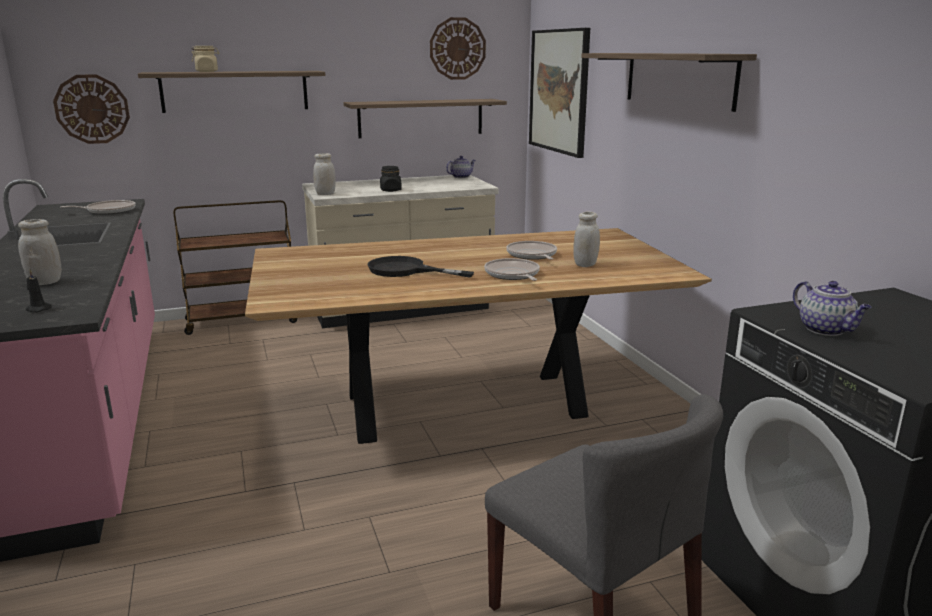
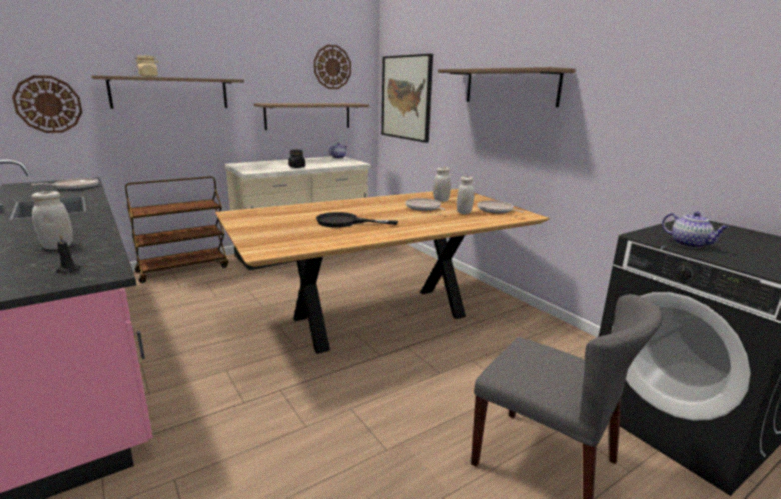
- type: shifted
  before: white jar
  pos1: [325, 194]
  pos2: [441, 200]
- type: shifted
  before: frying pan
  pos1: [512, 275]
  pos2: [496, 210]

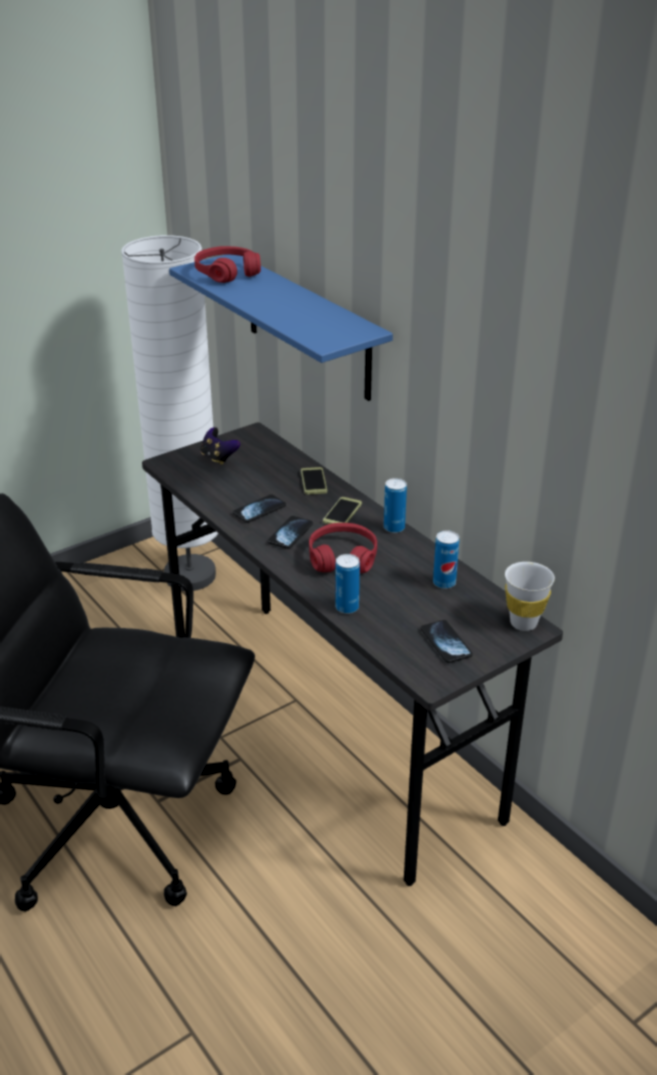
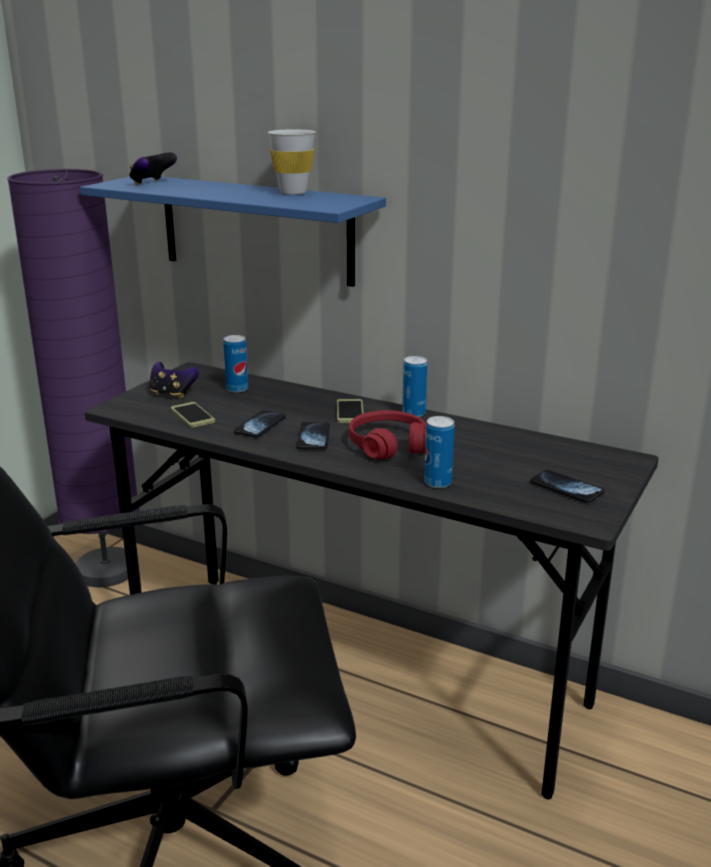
- type: repainted
  before: white floor lamp
  after: purple floor lamp
  pos1: [190, 576]
  pos2: [106, 571]
- type: swapped
  before: red headphones
  after: game controller
  pos1: [227, 273]
  pos2: [152, 183]
- type: shifted
  before: phone
  pos1: [313, 481]
  pos2: [192, 416]
- type: shifted
  before: can
  pos1: [444, 583]
  pos2: [237, 389]
- type: shifted
  before: white cup
  pos1: [523, 623]
  pos2: [293, 193]

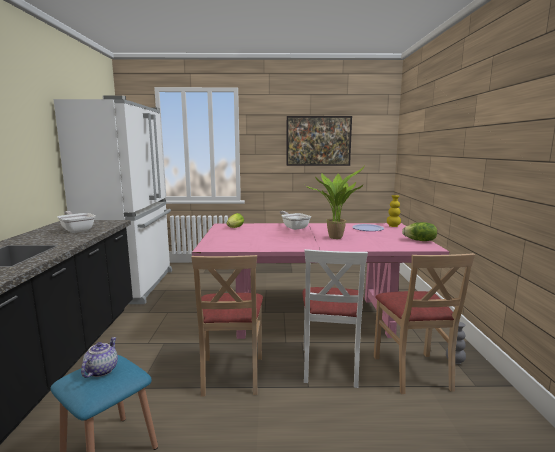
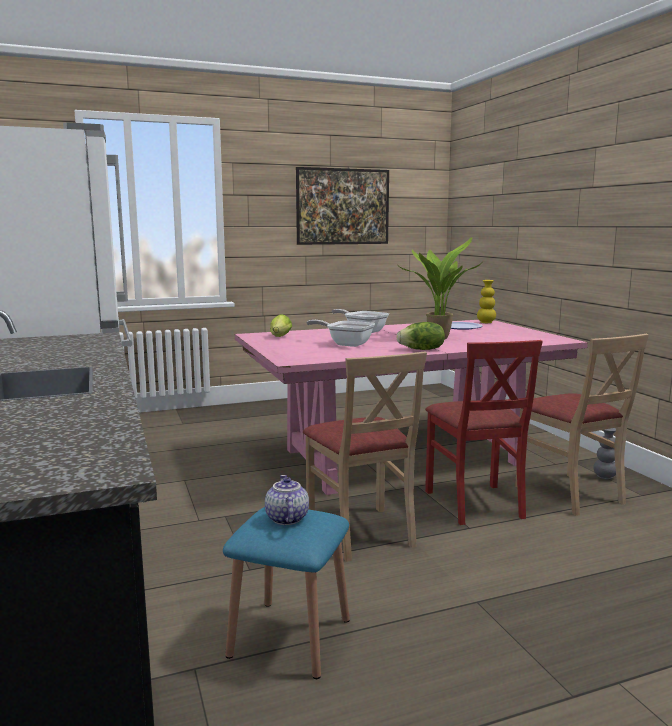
- type: shifted
  before: frying pan
  pos1: [77, 230]
  pos2: [346, 344]
- type: shifted
  before: lettuce
  pos1: [420, 241]
  pos2: [422, 350]
- type: repainted
  before: white chair
  after: red chair
  pos1: [330, 366]
  pos2: [475, 503]

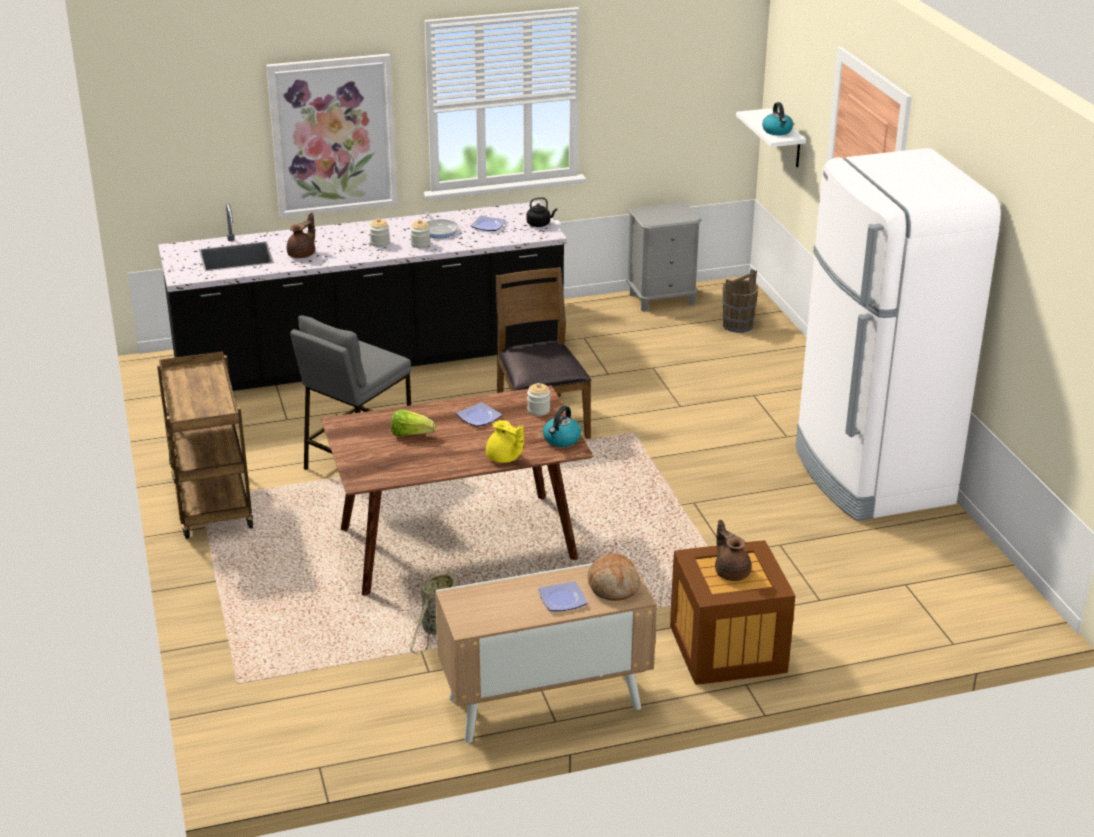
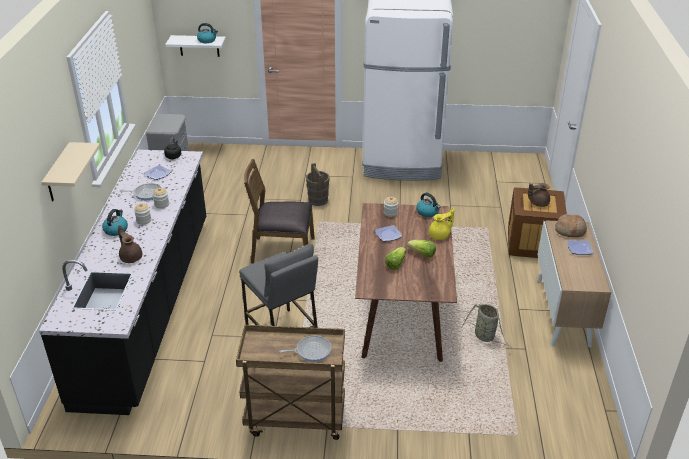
- type: swapped
  before: picture
  after: beige shelf
  pos1: [333, 135]
  pos2: [58, 174]
- type: shifted
  before: brown bucket
  pos1: [738, 325]
  pos2: [318, 200]
- type: new
  after: kettle
  pos2: [116, 230]
- type: new
  after: lettuce
  pos2: [422, 254]
- type: new
  after: frying pan
  pos2: [311, 351]

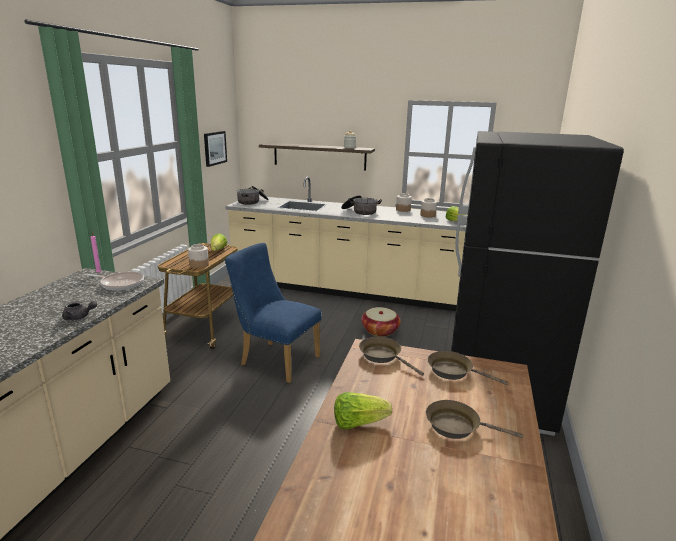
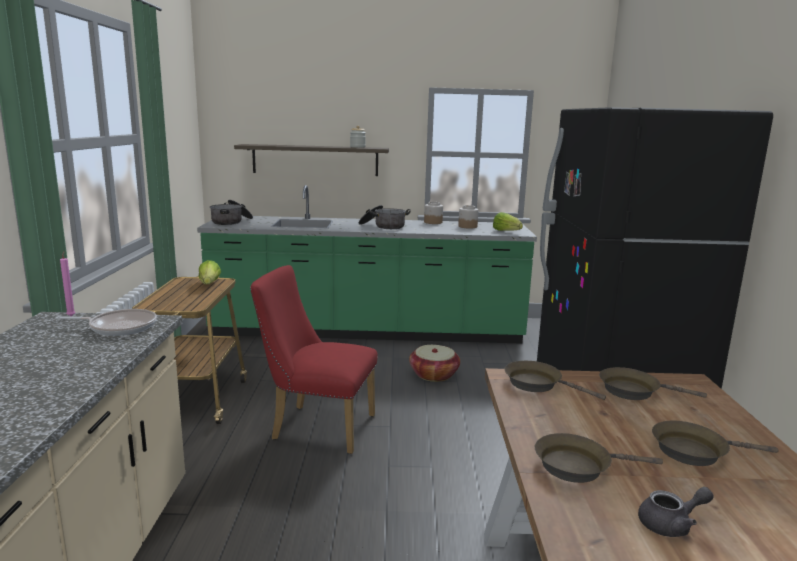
- type: gone
  before: picture
  pos1: [214, 148]
- type: repainted
  before: beige counter
  after: green counter
  pos1: [348, 290]
  pos2: [367, 332]
- type: repainted
  before: blue chair
  after: red chair
  pos1: [275, 359]
  pos2: [316, 426]
- type: gone
  before: jar
  pos1: [199, 265]
- type: shifted
  before: grey teapot
  pos1: [79, 317]
  pos2: [671, 525]
- type: swapped
  before: lettuce
  after: brown frying pan
  pos1: [358, 423]
  pos2: [578, 466]

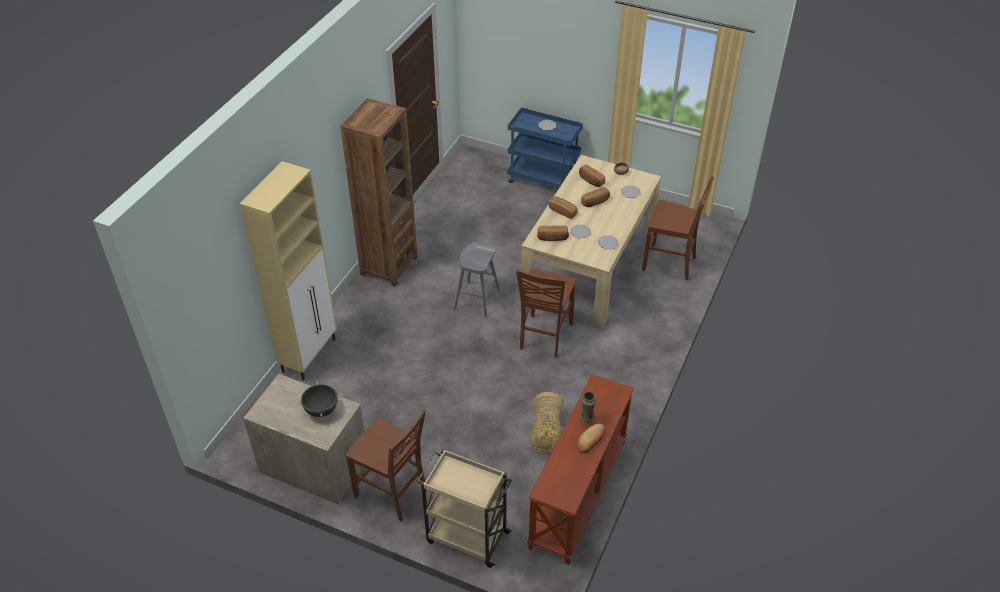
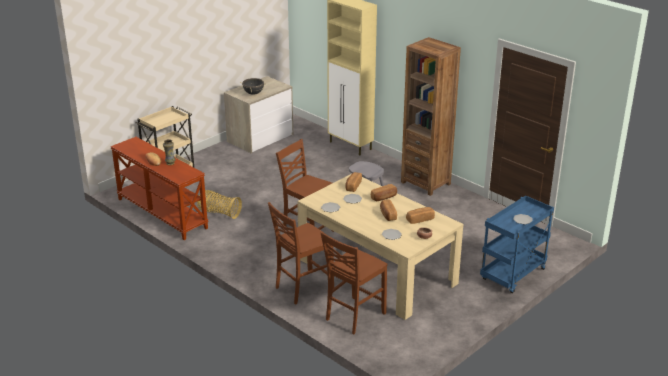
- type: shifted
  before: brown chair
  pos1: [392, 493]
  pos2: [302, 288]

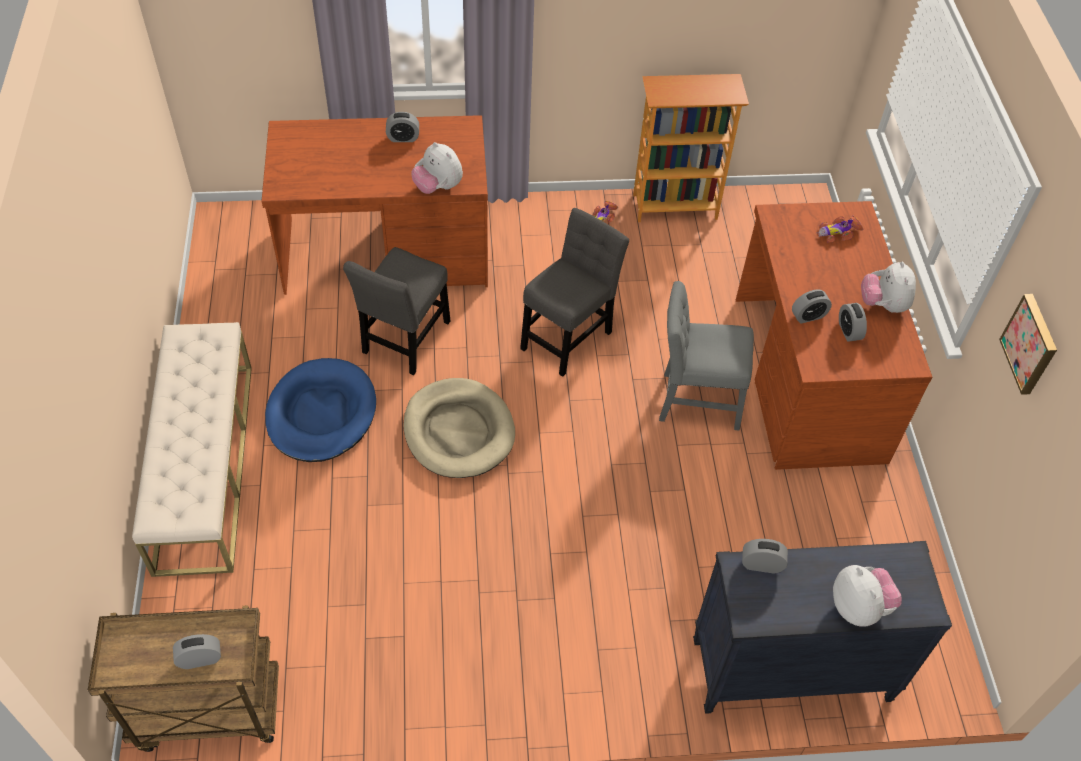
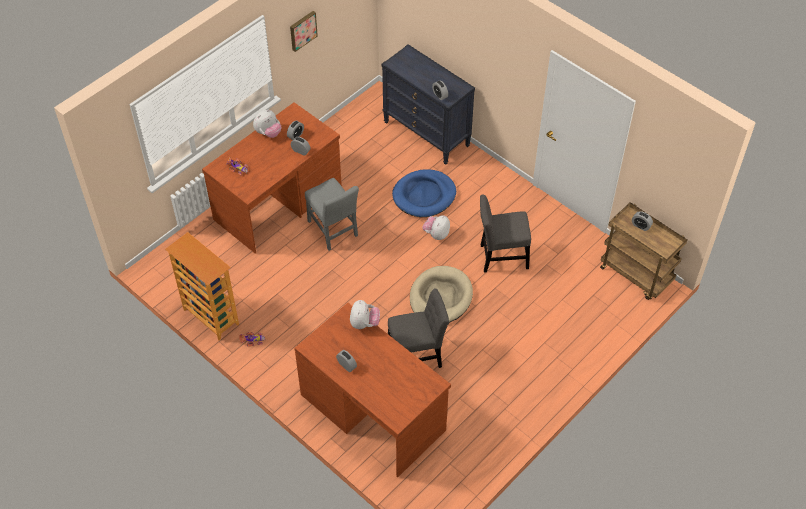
- type: shifted
  before: grey chair
  pos1: [569, 336]
  pos2: [501, 257]
- type: gone
  before: beige bench
  pos1: [204, 465]
- type: shifted
  before: blue dog bed
  pos1: [321, 413]
  pos2: [424, 195]
- type: shifted
  before: plush toy
  pos1: [859, 607]
  pos2: [436, 234]

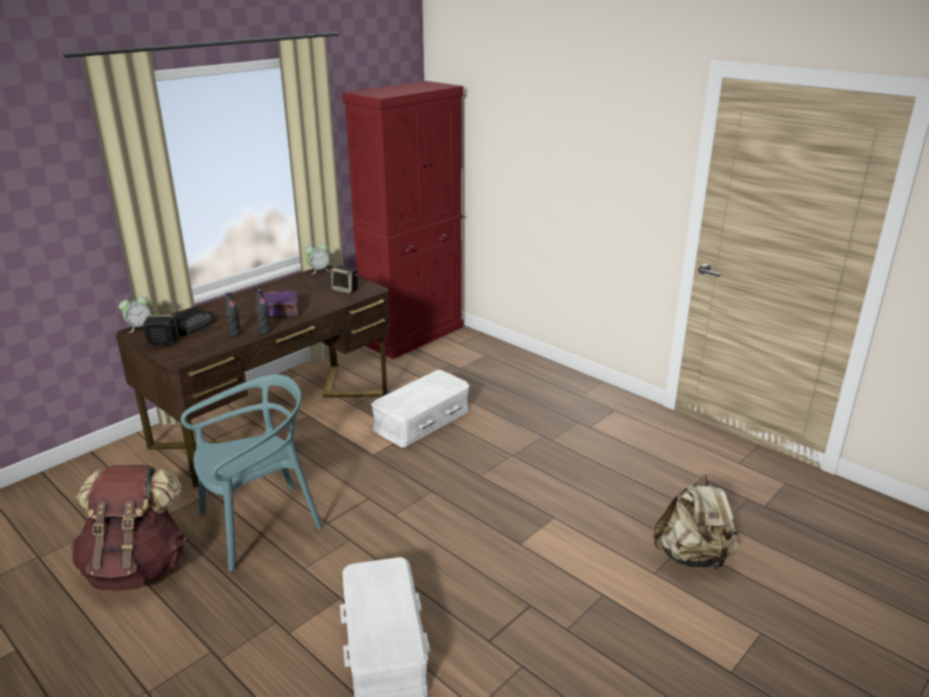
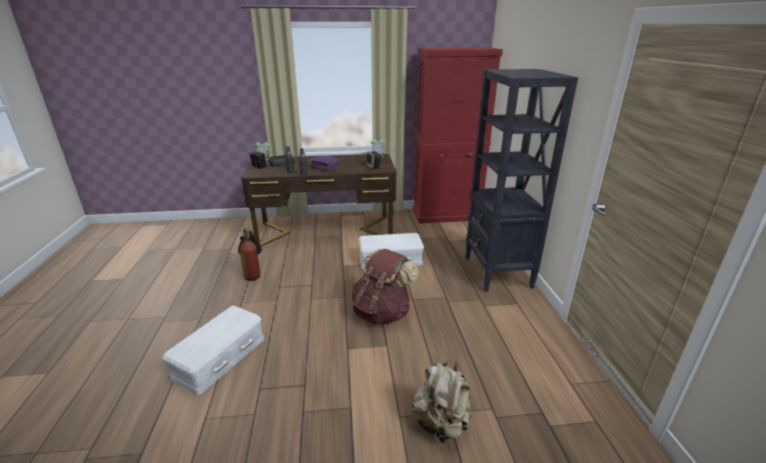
- type: swapped
  before: turquoise chair
  after: fire extinguisher
  pos1: [260, 524]
  pos2: [254, 274]
- type: shifted
  before: brown backpack
  pos1: [137, 567]
  pos2: [382, 312]
- type: new
  after: black bookcase
  pos2: [497, 272]

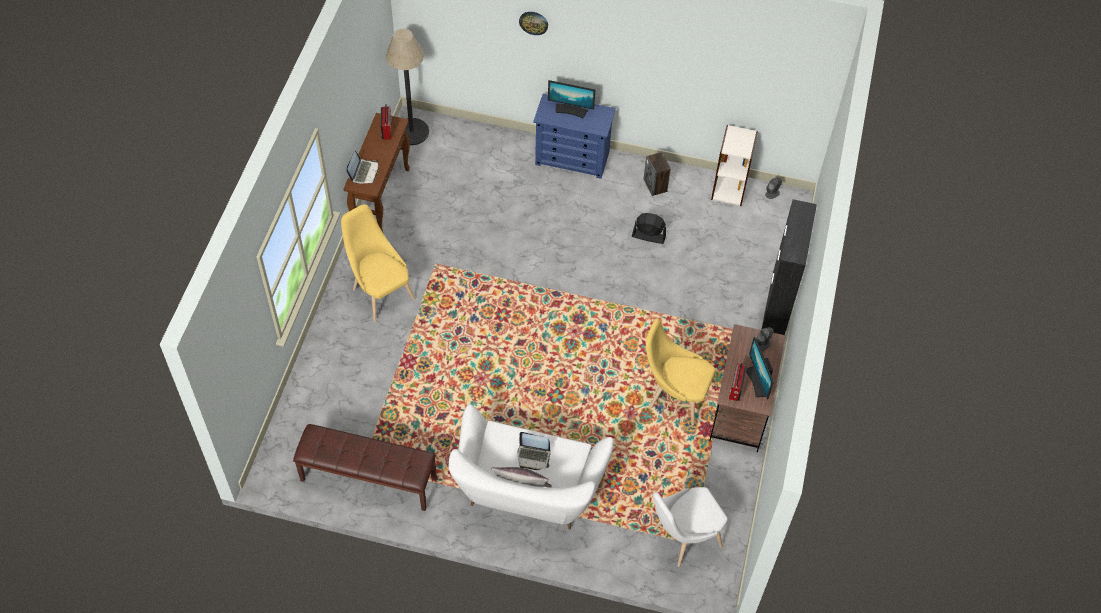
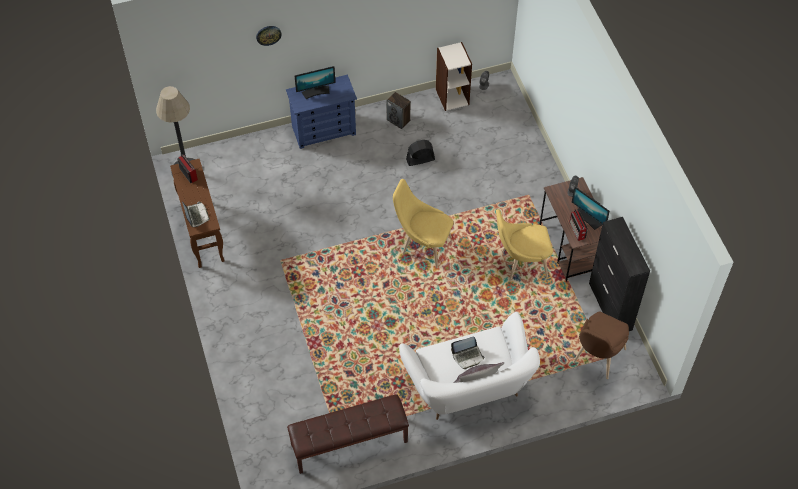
- type: shifted
  before: black cabinet
  pos1: [777, 306]
  pos2: [610, 307]
- type: shifted
  before: yellow chair
  pos1: [380, 292]
  pos2: [423, 245]
- type: repainted
  before: white chair
  after: brown chair
  pos1: [682, 538]
  pos2: [596, 358]

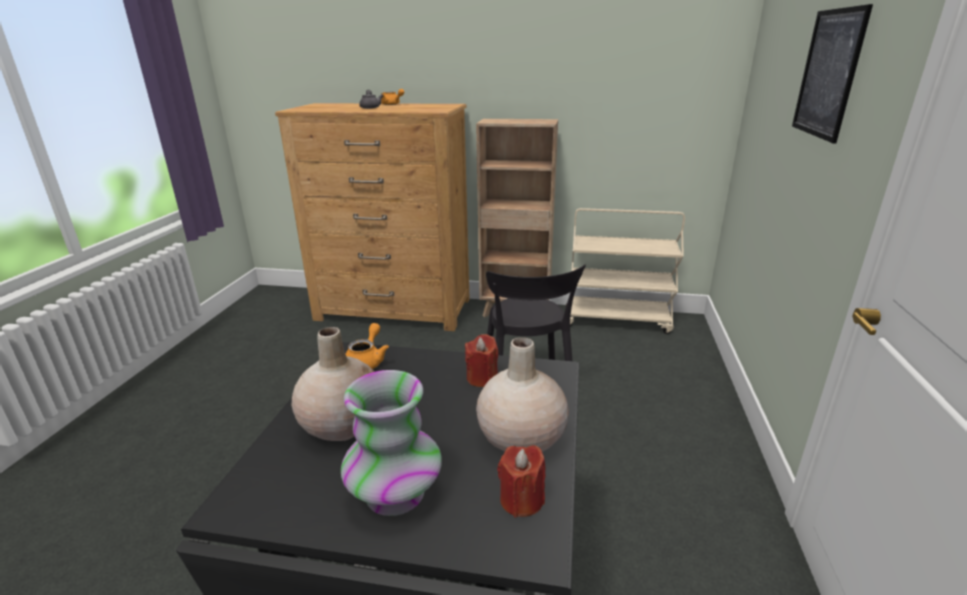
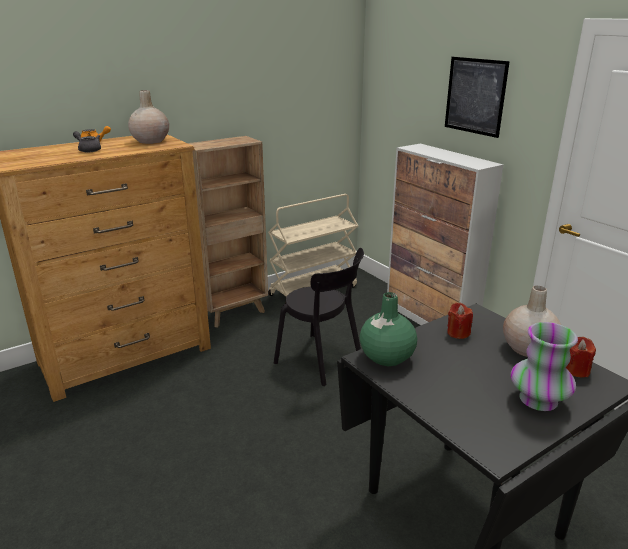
- type: swapped
  before: orange teapot
  after: green vase
  pos1: [367, 361]
  pos2: [386, 357]
- type: shifted
  before: beige vase
  pos1: [342, 424]
  pos2: [150, 141]
- type: new
  after: cabinet
  pos2: [430, 320]

